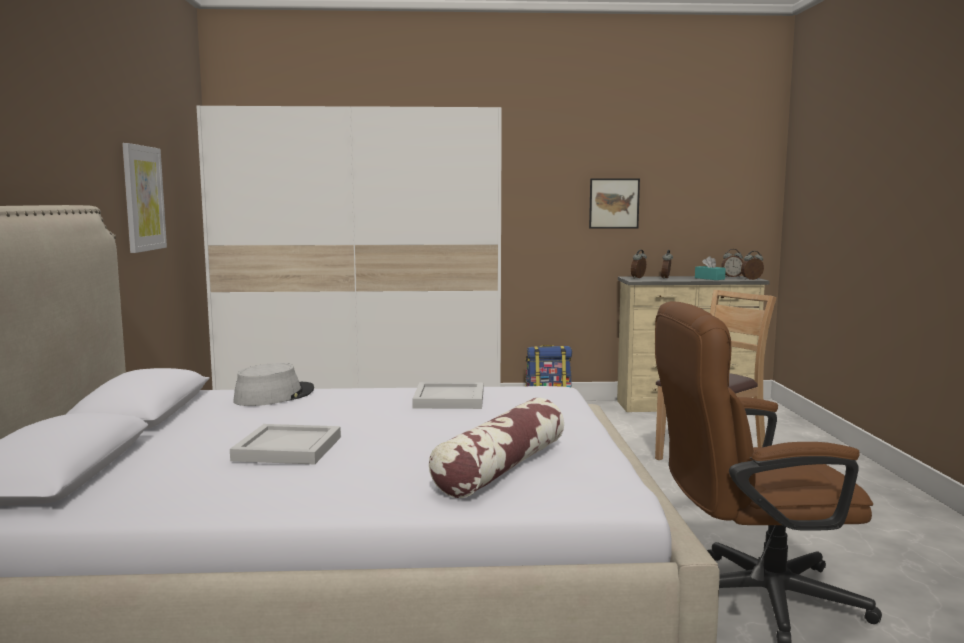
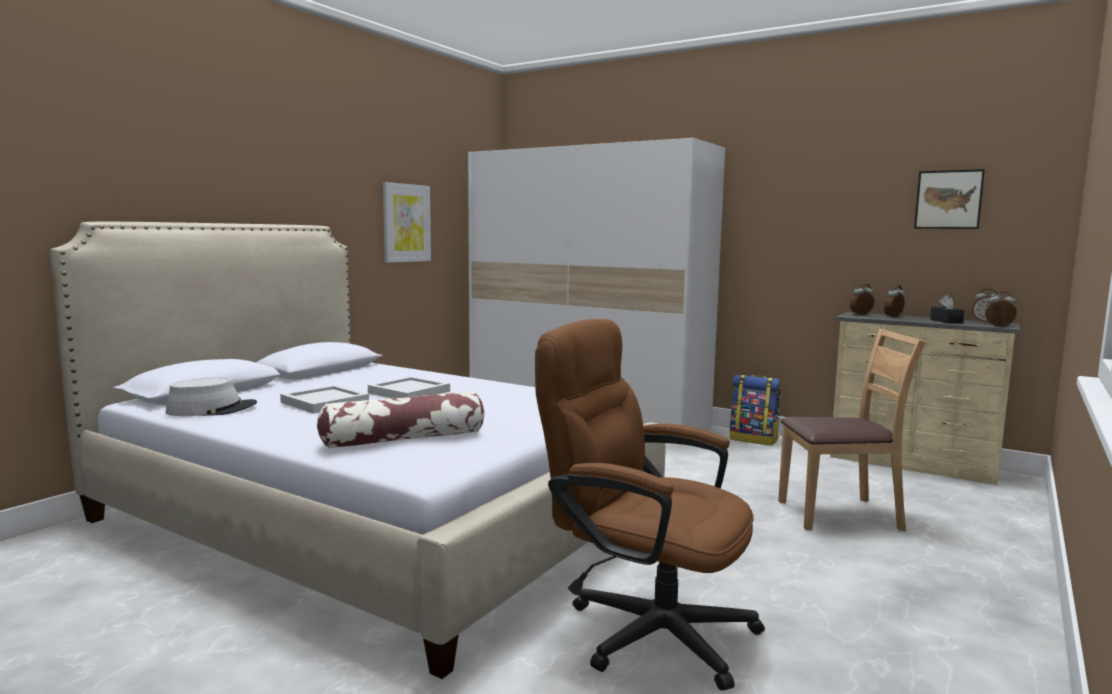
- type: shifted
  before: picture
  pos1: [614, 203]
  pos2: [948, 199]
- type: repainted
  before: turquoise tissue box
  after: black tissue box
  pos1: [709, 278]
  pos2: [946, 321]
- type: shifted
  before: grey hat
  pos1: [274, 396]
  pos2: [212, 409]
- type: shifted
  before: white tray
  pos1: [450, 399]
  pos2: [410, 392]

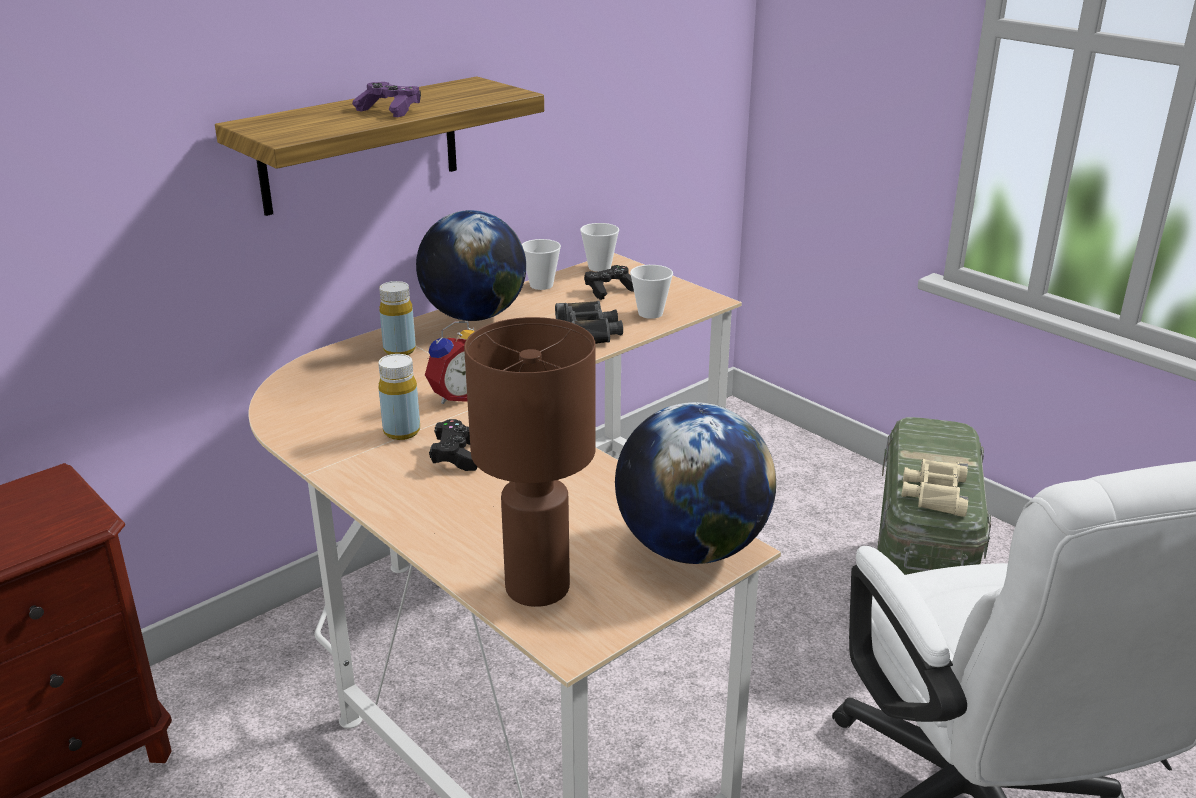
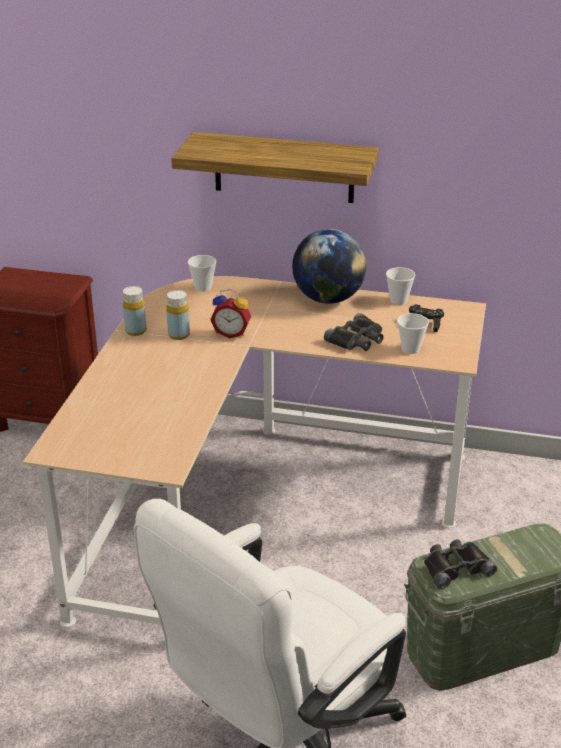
- type: gone
  before: purple game controller
  pos1: [389, 110]
- type: shifted
  before: cup
  pos1: [599, 267]
  pos2: [203, 287]
- type: shifted
  before: yellow bottle
  pos1: [399, 350]
  pos2: [136, 331]
- type: gone
  before: brown table lamp
  pos1: [537, 589]
- type: gone
  before: globe
  pos1: [691, 549]
- type: gone
  before: black game controller
  pos1: [458, 456]
- type: repainted
  before: beige binoculars
  after: black binoculars
  pos1: [934, 493]
  pos2: [455, 567]

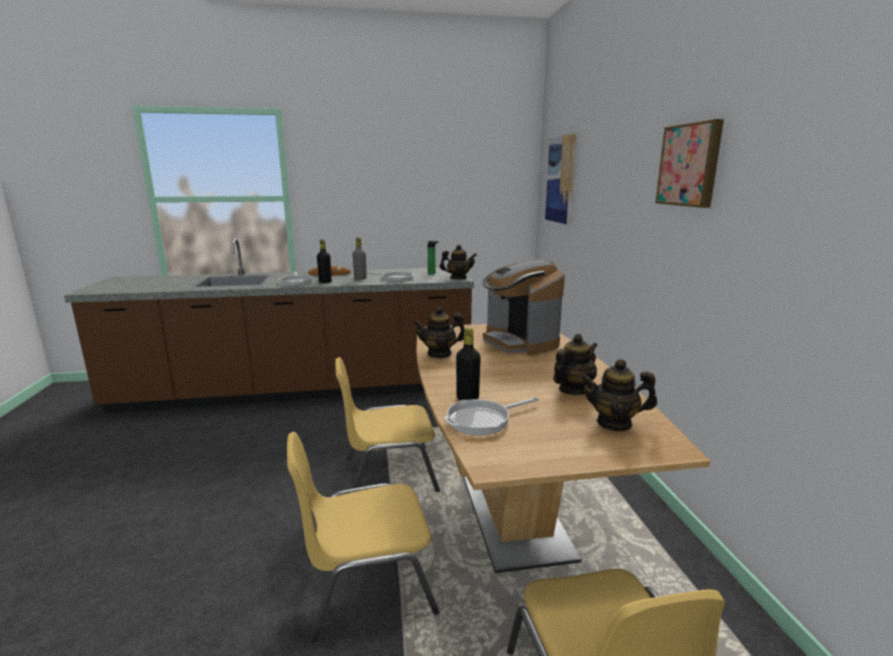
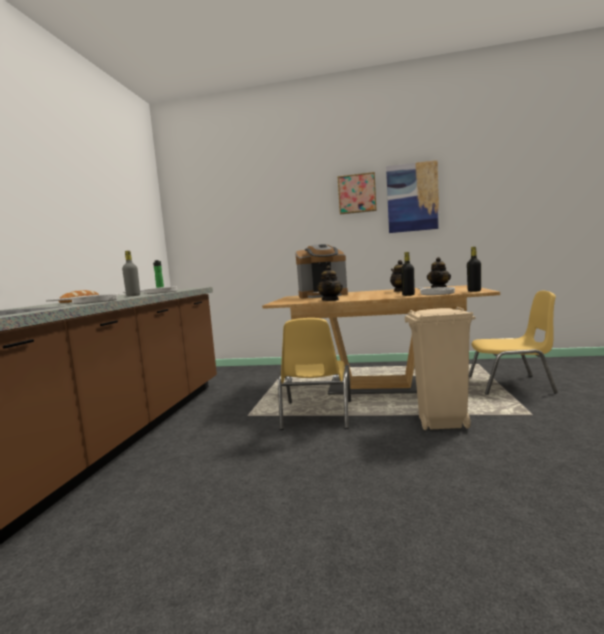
- type: shifted
  before: picture
  pos1: [561, 179]
  pos2: [412, 197]
- type: shifted
  before: black bottle
  pos1: [325, 282]
  pos2: [474, 291]
- type: gone
  before: teapot
  pos1: [458, 278]
- type: swapped
  before: yellow chair
  after: beige trash can
  pos1: [366, 584]
  pos2: [440, 424]

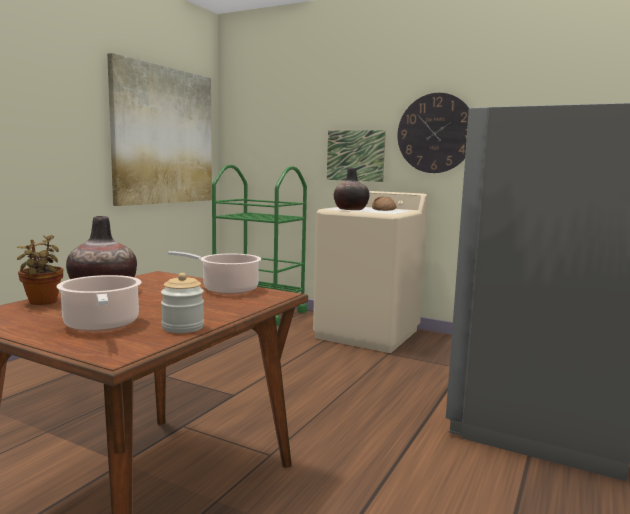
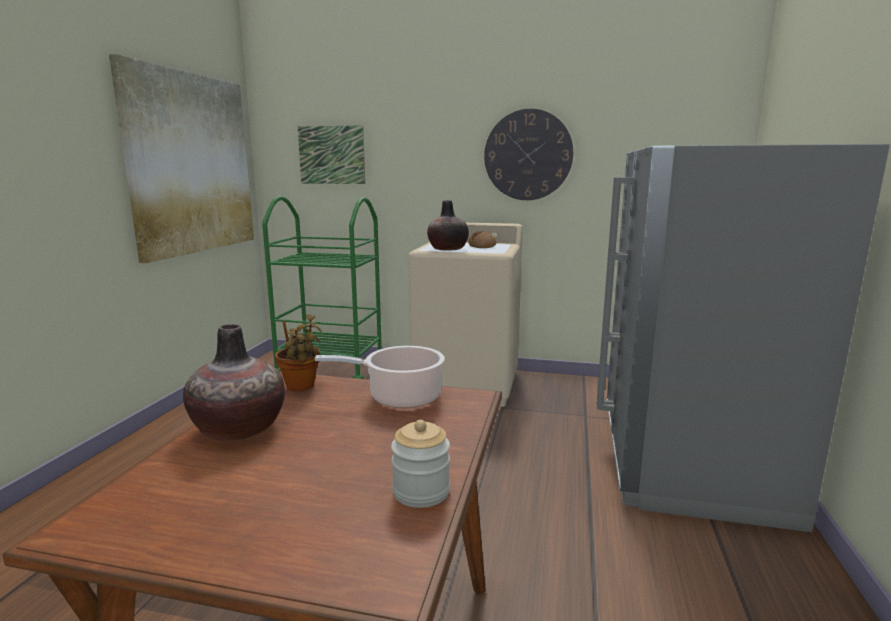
- type: shifted
  before: picture
  pos1: [355, 155]
  pos2: [331, 155]
- type: shifted
  before: potted plant
  pos1: [42, 302]
  pos2: [301, 387]
- type: gone
  before: cooking pot
  pos1: [102, 325]

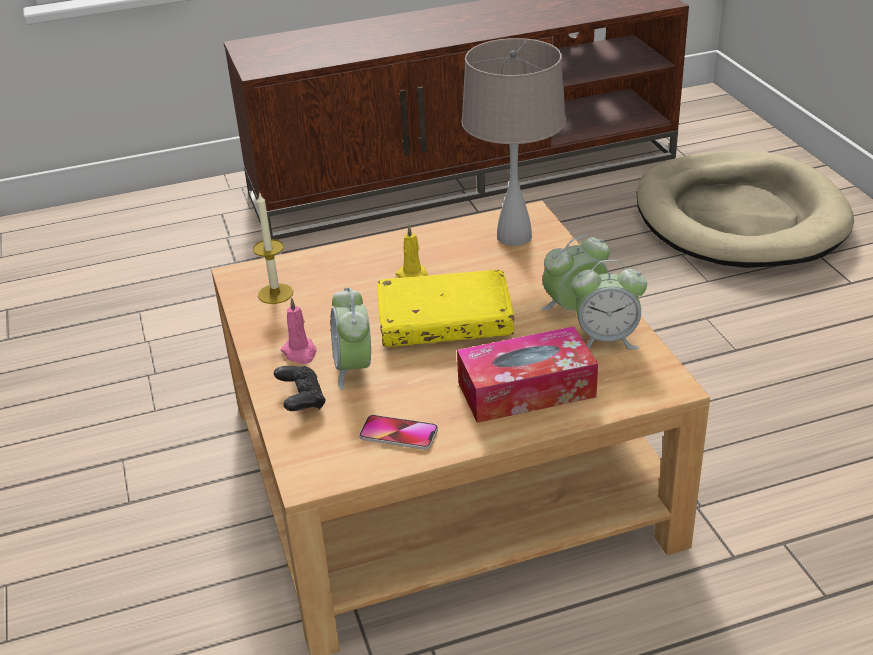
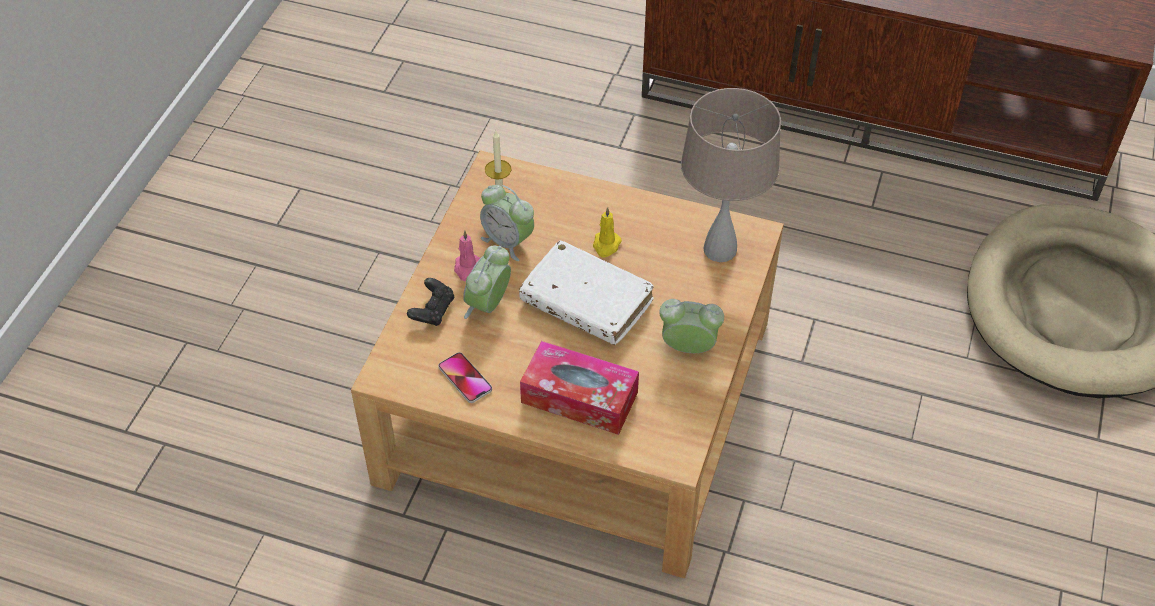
- type: shifted
  before: alarm clock
  pos1: [606, 339]
  pos2: [508, 241]
- type: repainted
  before: yellow book
  after: white book
  pos1: [445, 322]
  pos2: [586, 302]

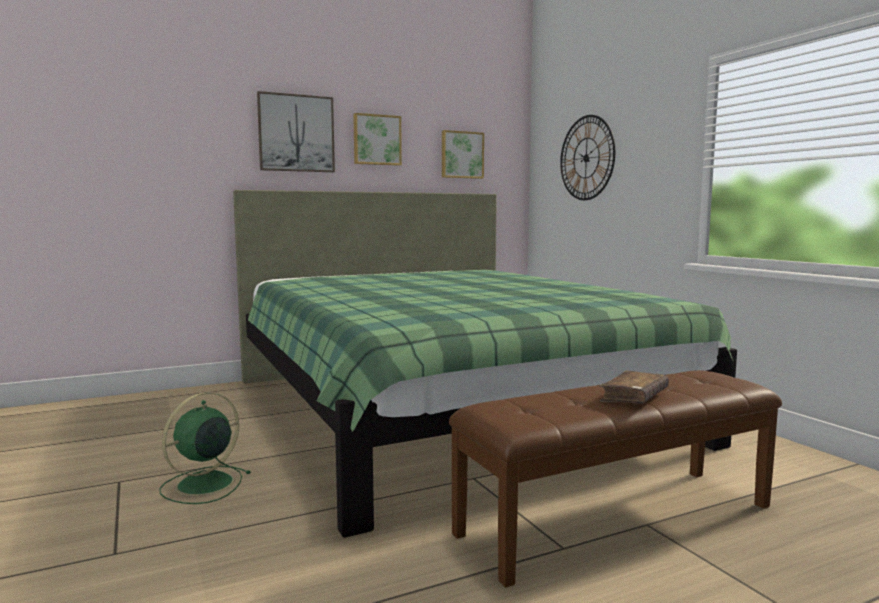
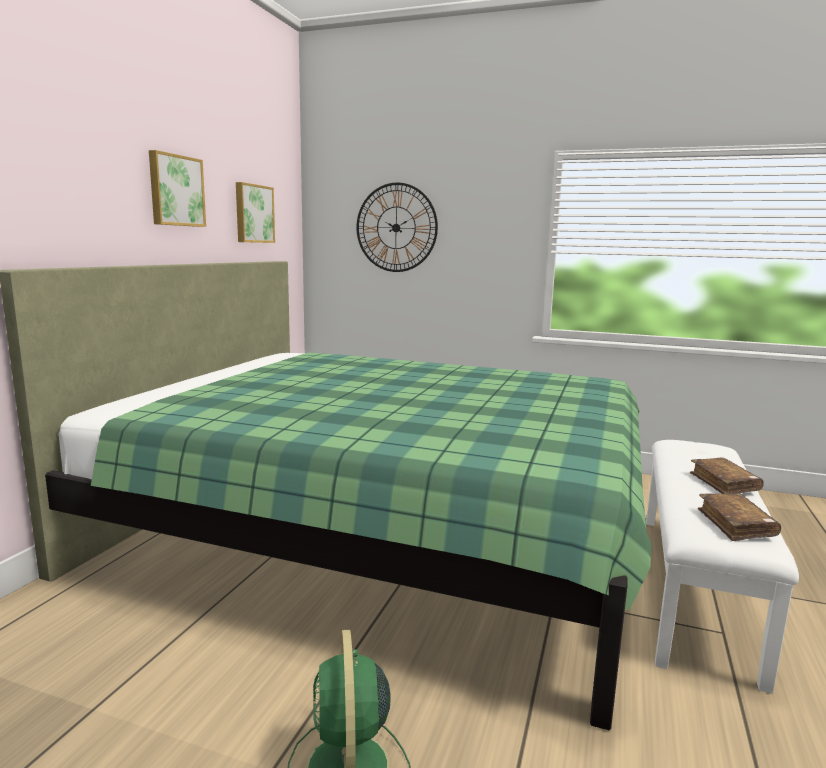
- type: gone
  before: picture
  pos1: [296, 133]
- type: repainted
  before: brown bench
  after: white bench
  pos1: [616, 518]
  pos2: [692, 586]
- type: new
  after: brown book
  pos2: [735, 525]

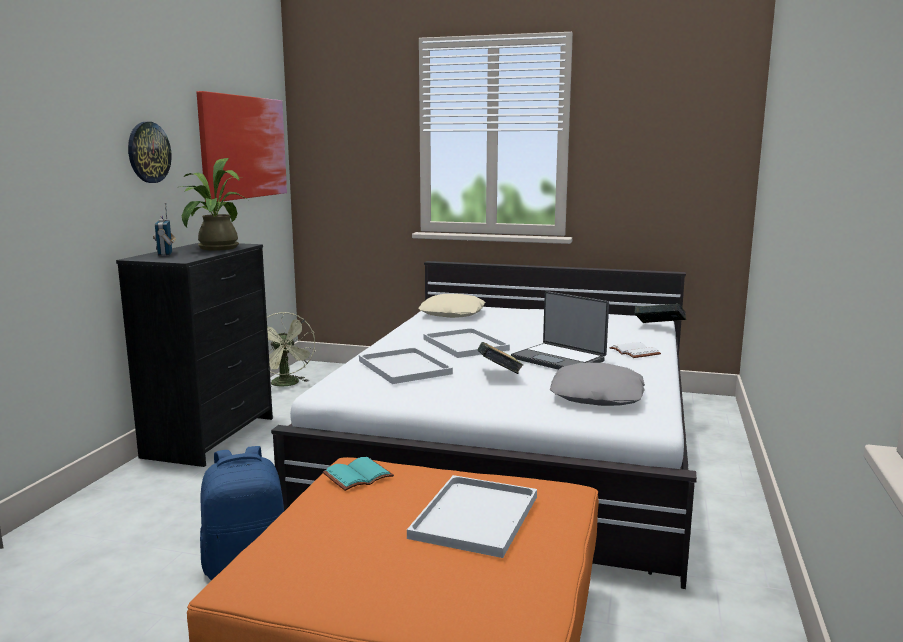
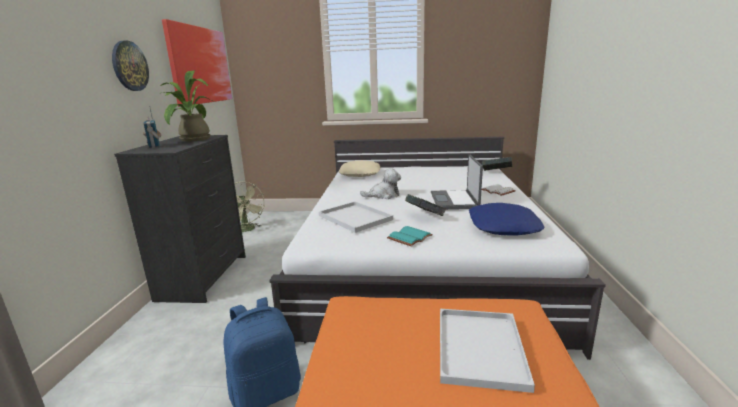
- type: rotated
  before: laptop
  pos1: [559, 359]
  pos2: [455, 201]
  turn: 60
- type: swapped
  before: white tray
  after: plush toy
  pos1: [463, 344]
  pos2: [383, 195]
- type: repainted
  before: grey pillow
  after: blue pillow
  pos1: [598, 395]
  pos2: [504, 227]
- type: shifted
  before: turquoise book
  pos1: [358, 477]
  pos2: [410, 238]

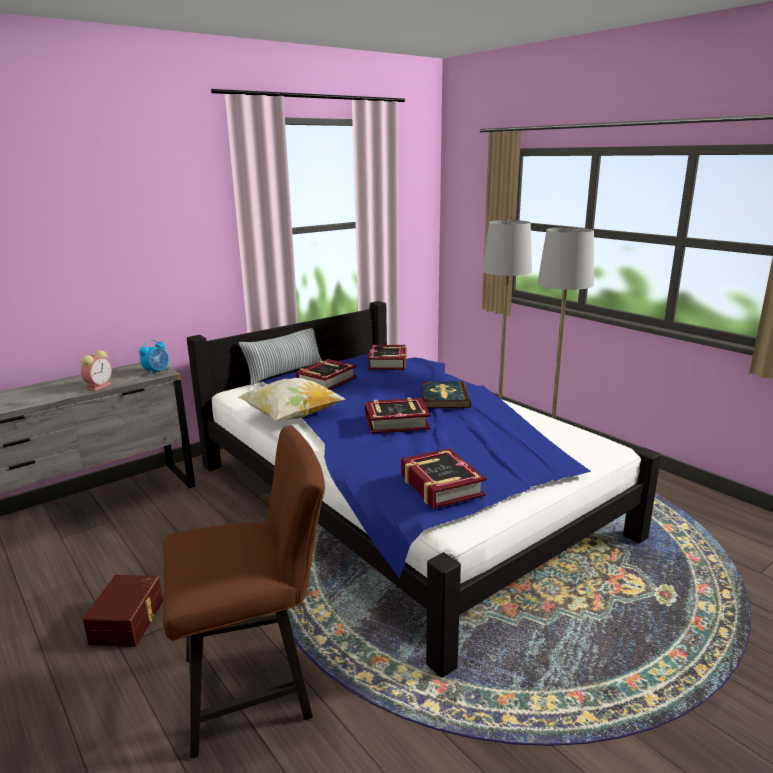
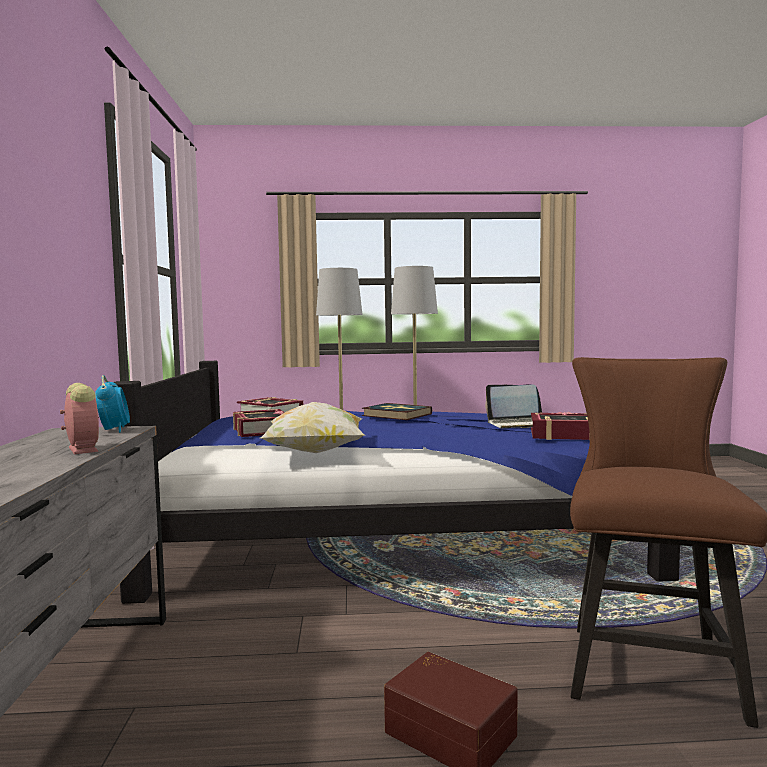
- type: gone
  before: pillow
  pos1: [285, 372]
- type: gone
  before: book
  pos1: [396, 422]
- type: new
  after: laptop
  pos2: [518, 424]

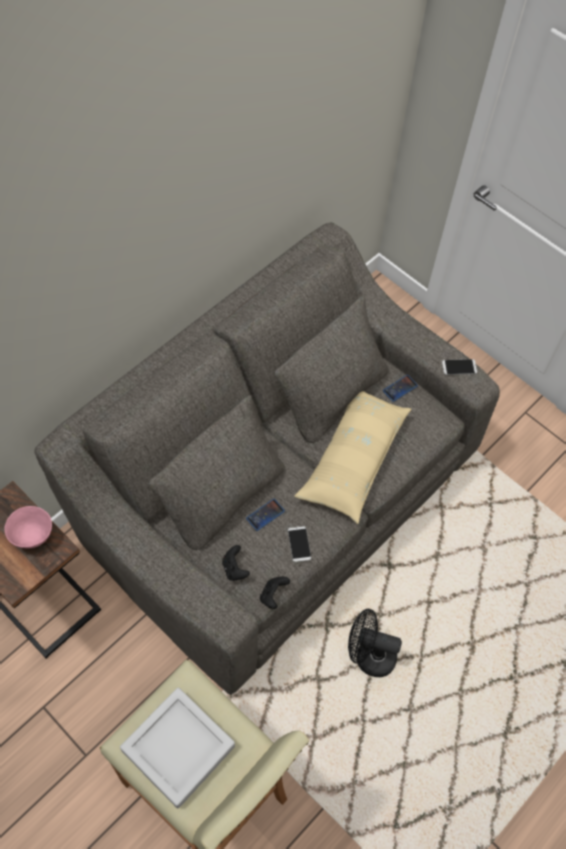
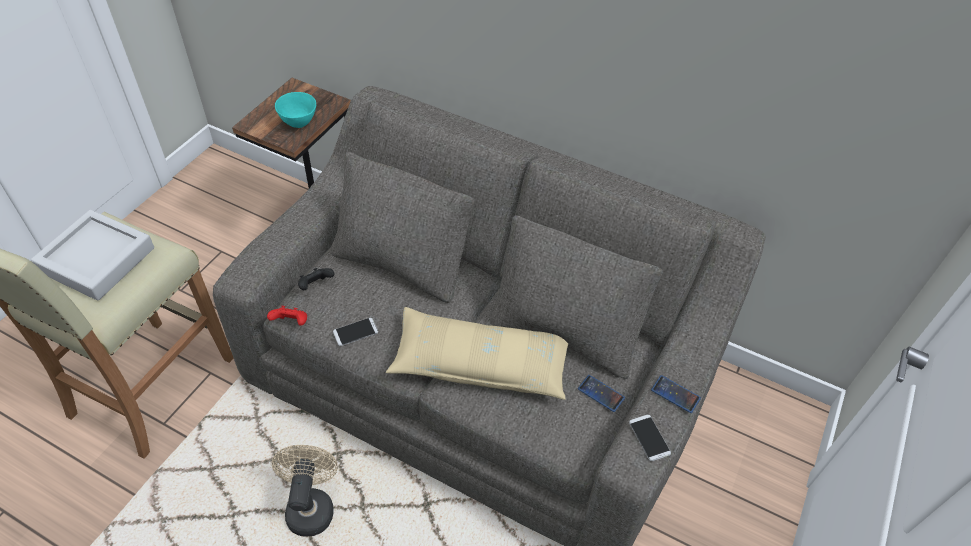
- type: shifted
  before: phone
  pos1: [265, 515]
  pos2: [675, 394]
- type: repainted
  before: pink bowl
  after: turquoise bowl
  pos1: [33, 536]
  pos2: [299, 123]
- type: repainted
  before: black game controller
  after: red game controller
  pos1: [273, 595]
  pos2: [291, 323]
- type: repainted
  before: black fan
  after: beige fan
  pos1: [368, 655]
  pos2: [311, 505]

